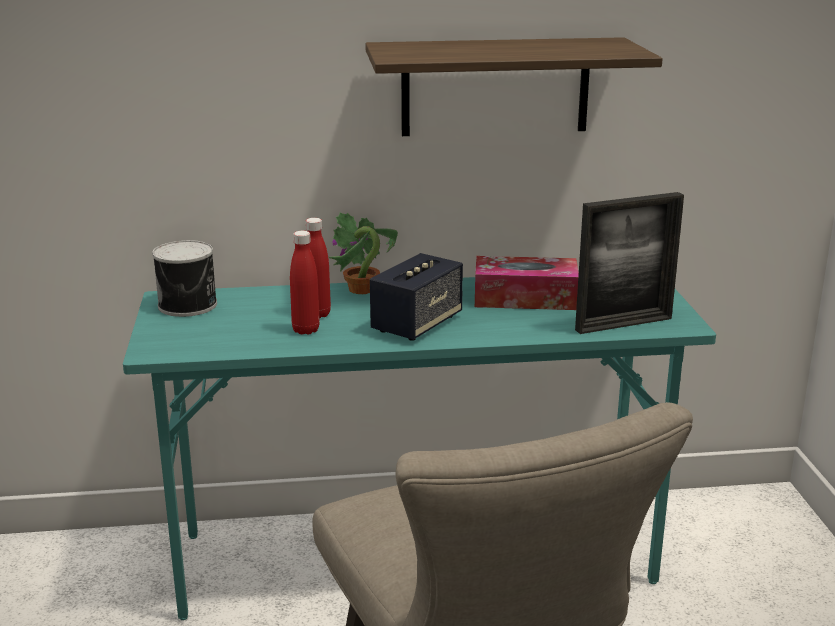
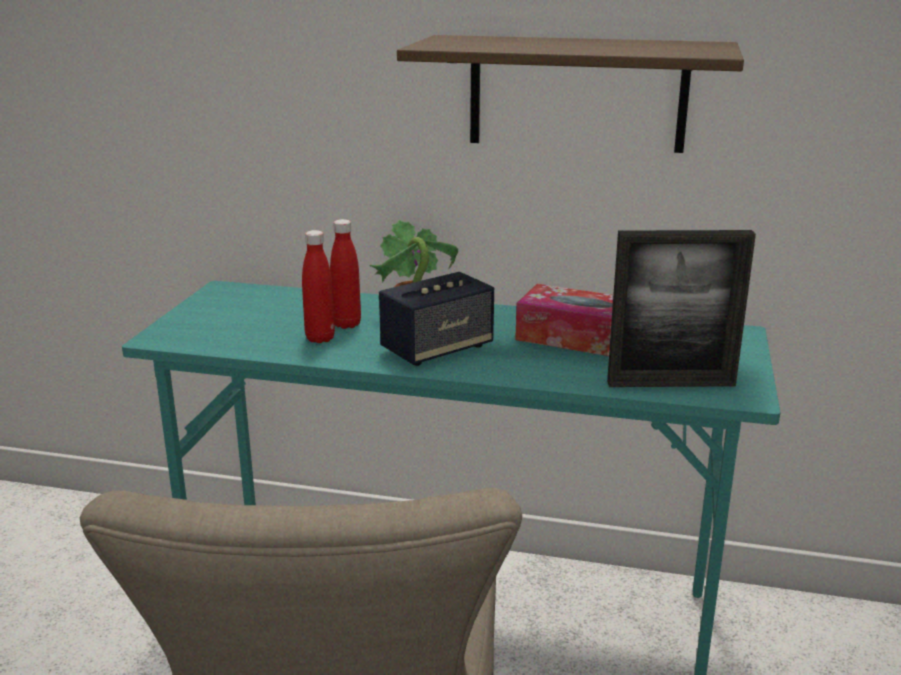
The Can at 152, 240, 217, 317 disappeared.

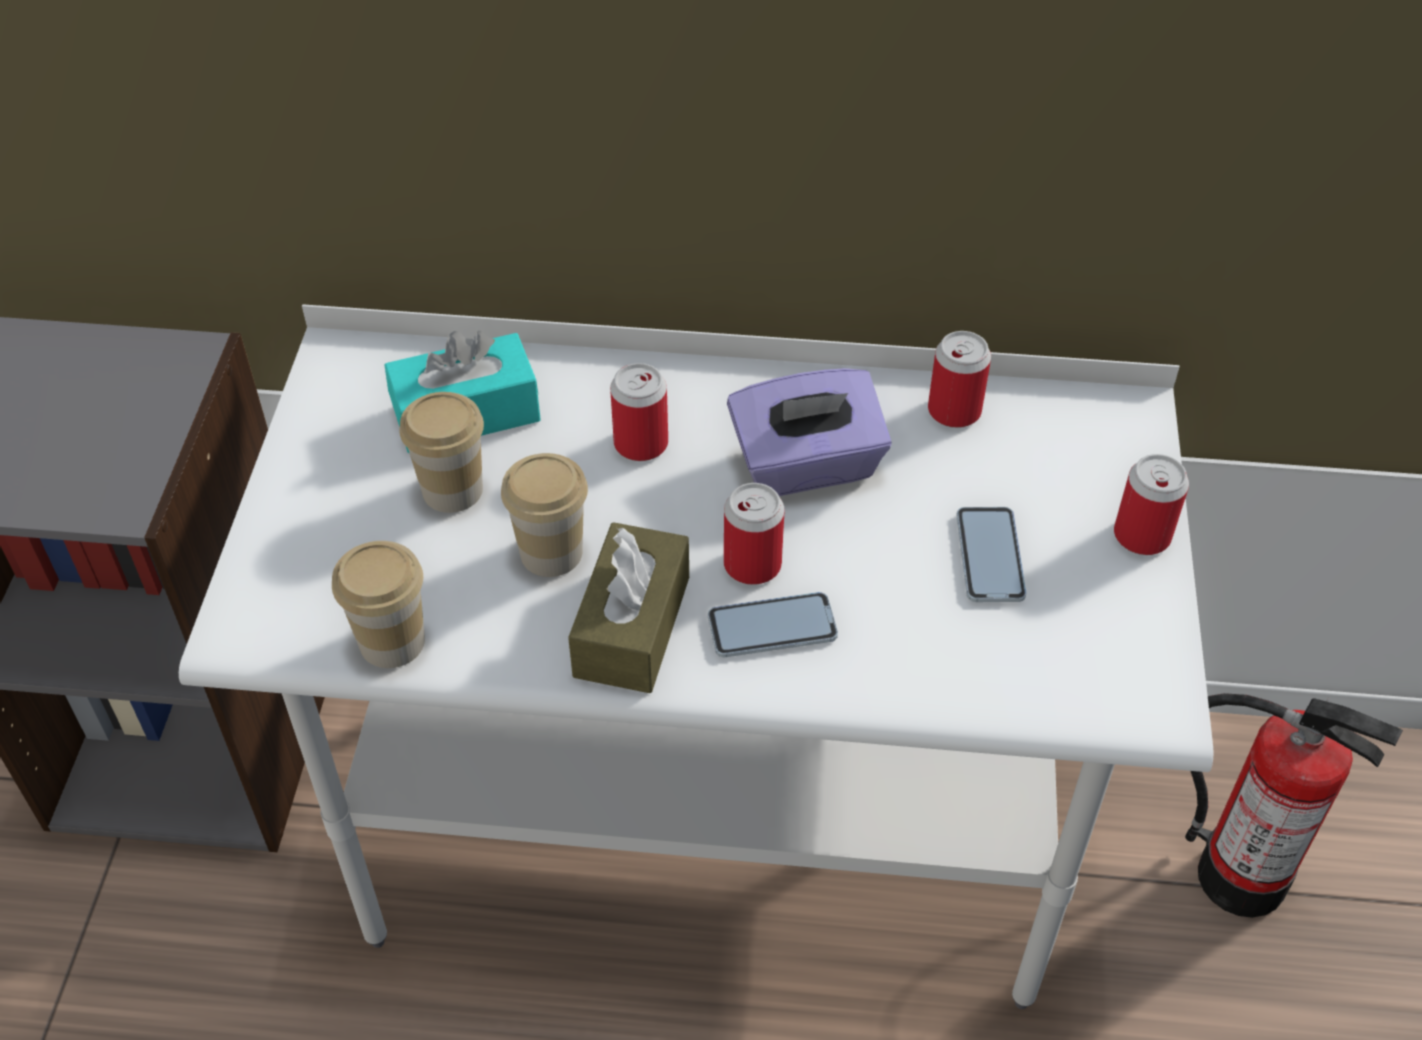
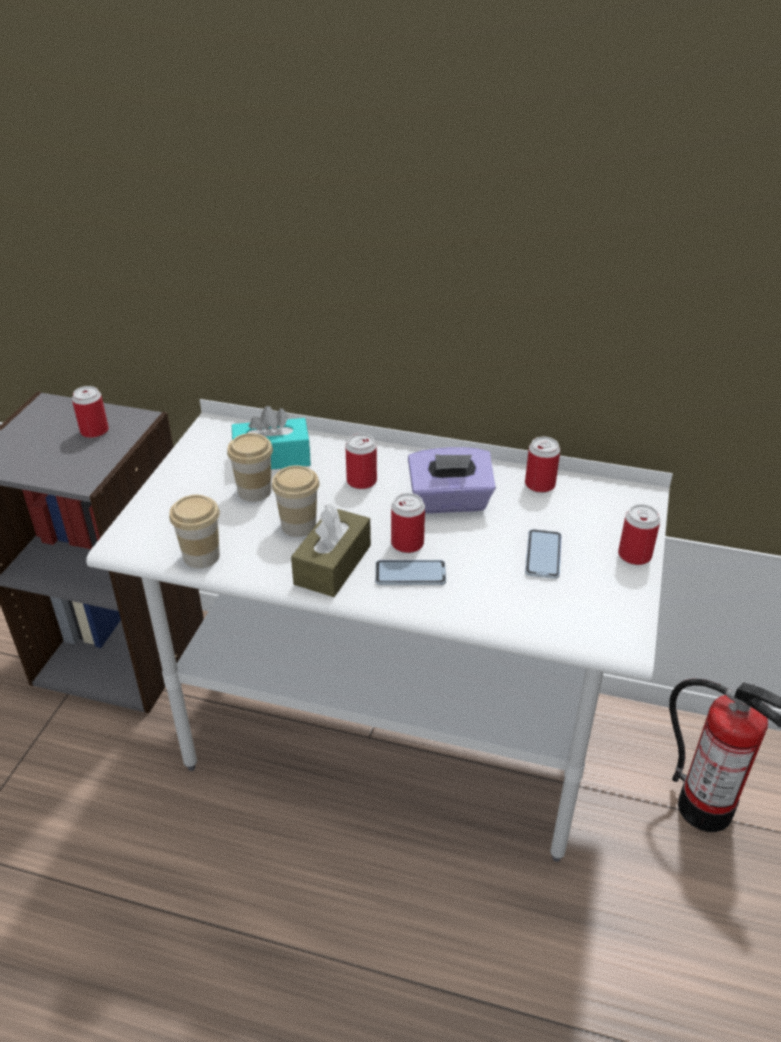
The Can at 72, 386, 109, 438 appeared.

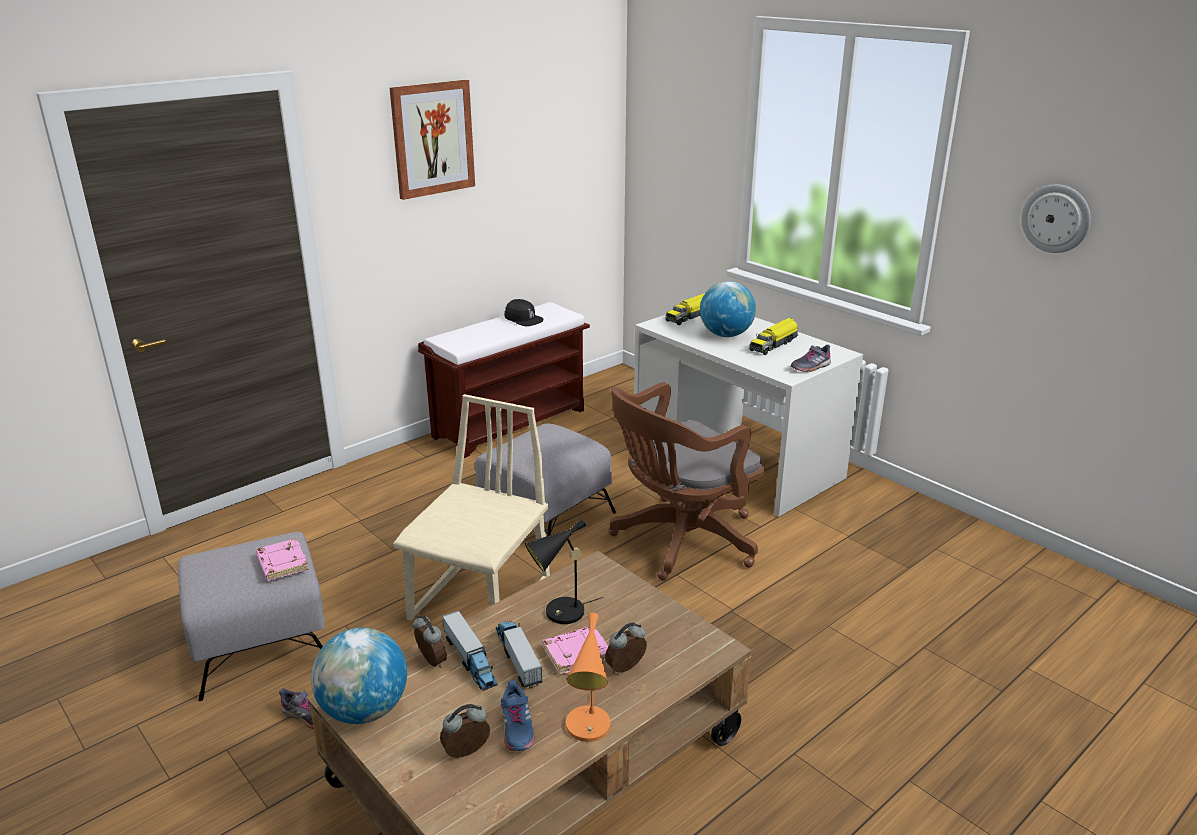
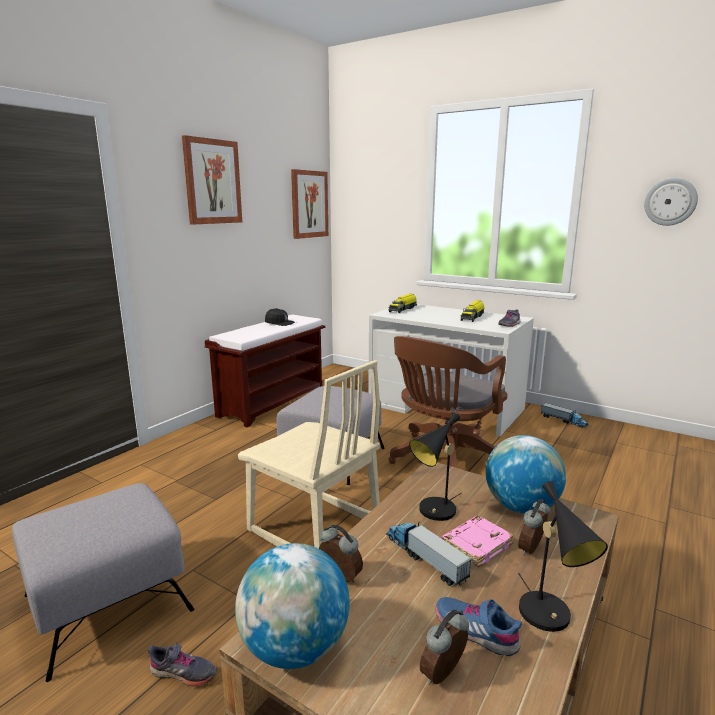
The PinkBook at 256, 538, 309, 580 disappeared.
The Picture at 291, 169, 328, 239 appeared.
The ToyTruck moved from 442, 610, 498, 691 to 541, 403, 588, 428.
The Globe moved from 700, 281, 756, 337 to 486, 435, 566, 514.
The OrangeTableLamp at 566, 613, 610, 742 became the BlackTableLamp at 518, 481, 608, 632.
The BeigeChair at 393, 394, 550, 621 turned 120 degrees clockwise.
The BlueShoe at 501, 680, 535, 751 turned 150 degrees clockwise.

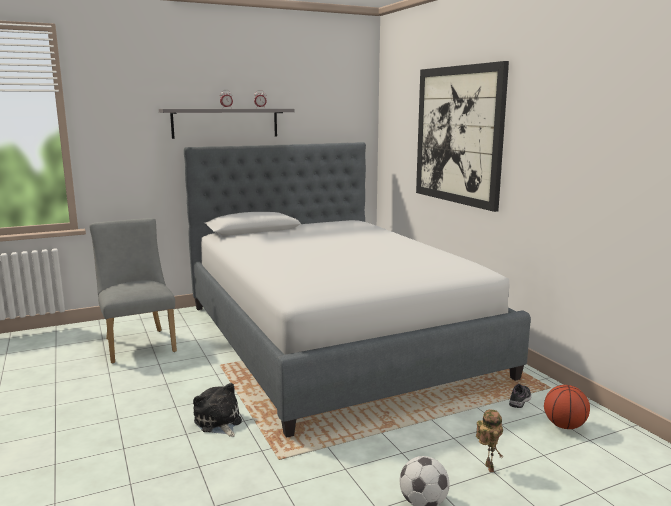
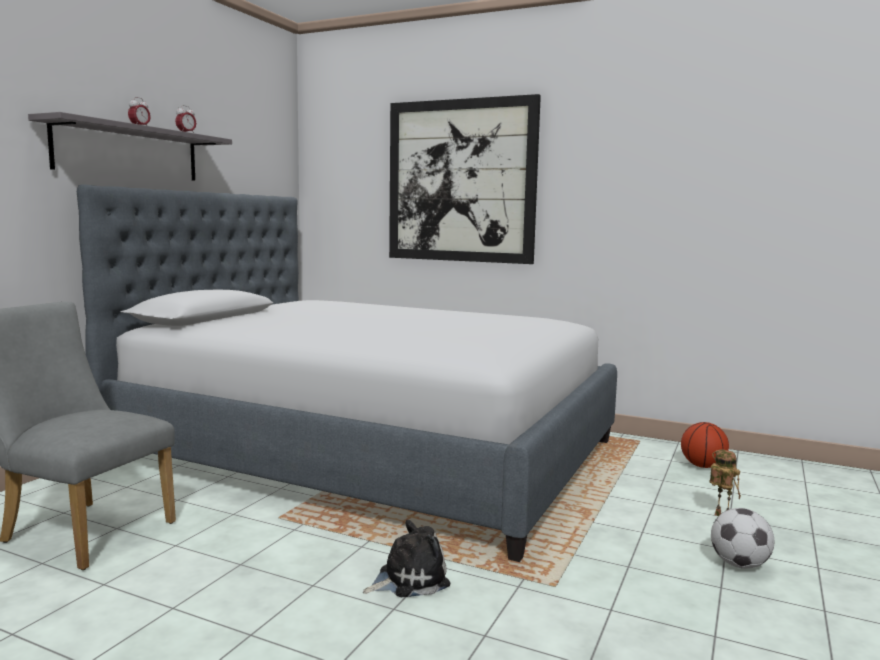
The Shoe at 509, 384, 531, 408 disappeared.
The PlushToy at 193, 383, 242, 437 turned 135 degrees clockwise.

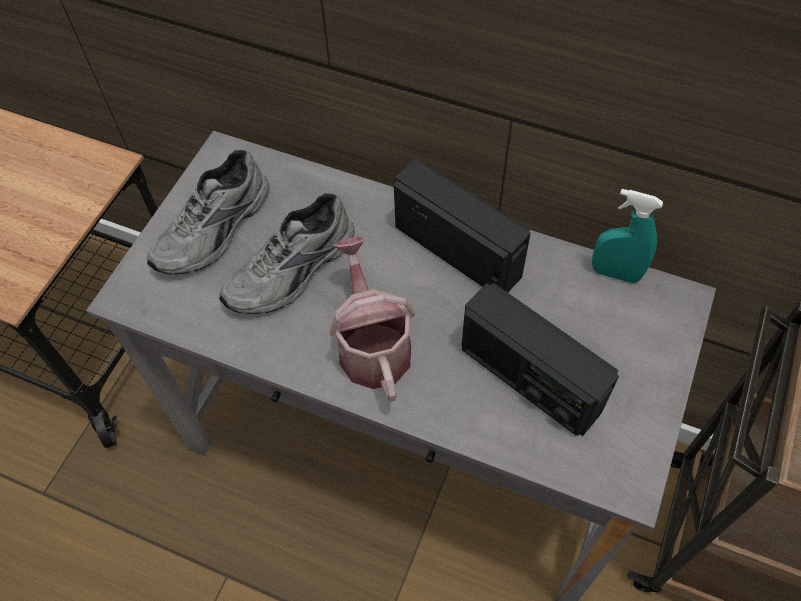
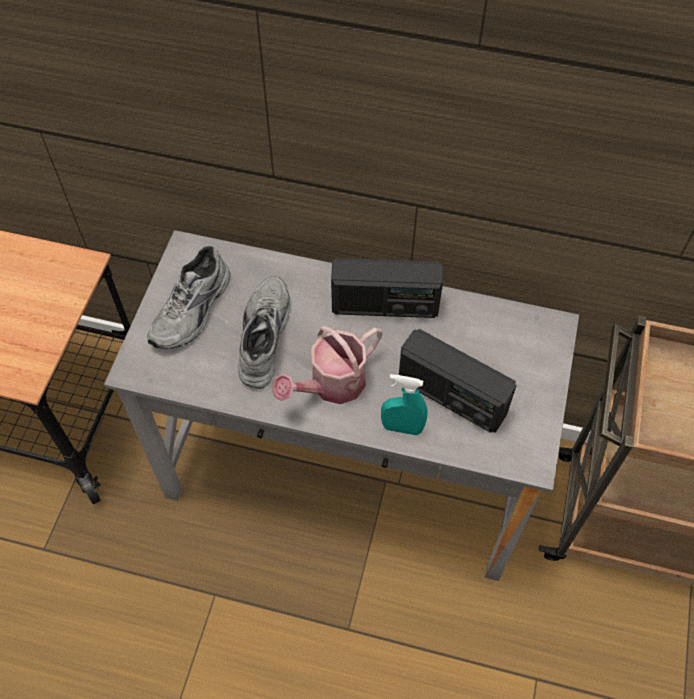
The TurquoiseSprayBottle moved from 592, 189, 663, 283 to 381, 374, 428, 435.
The GreyShoe at 219, 193, 355, 314 turned 150 degrees clockwise.
The WateringCan at 329, 237, 415, 402 turned 105 degrees counterclockwise.
The Radio at 394, 159, 531, 292 turned 150 degrees clockwise.

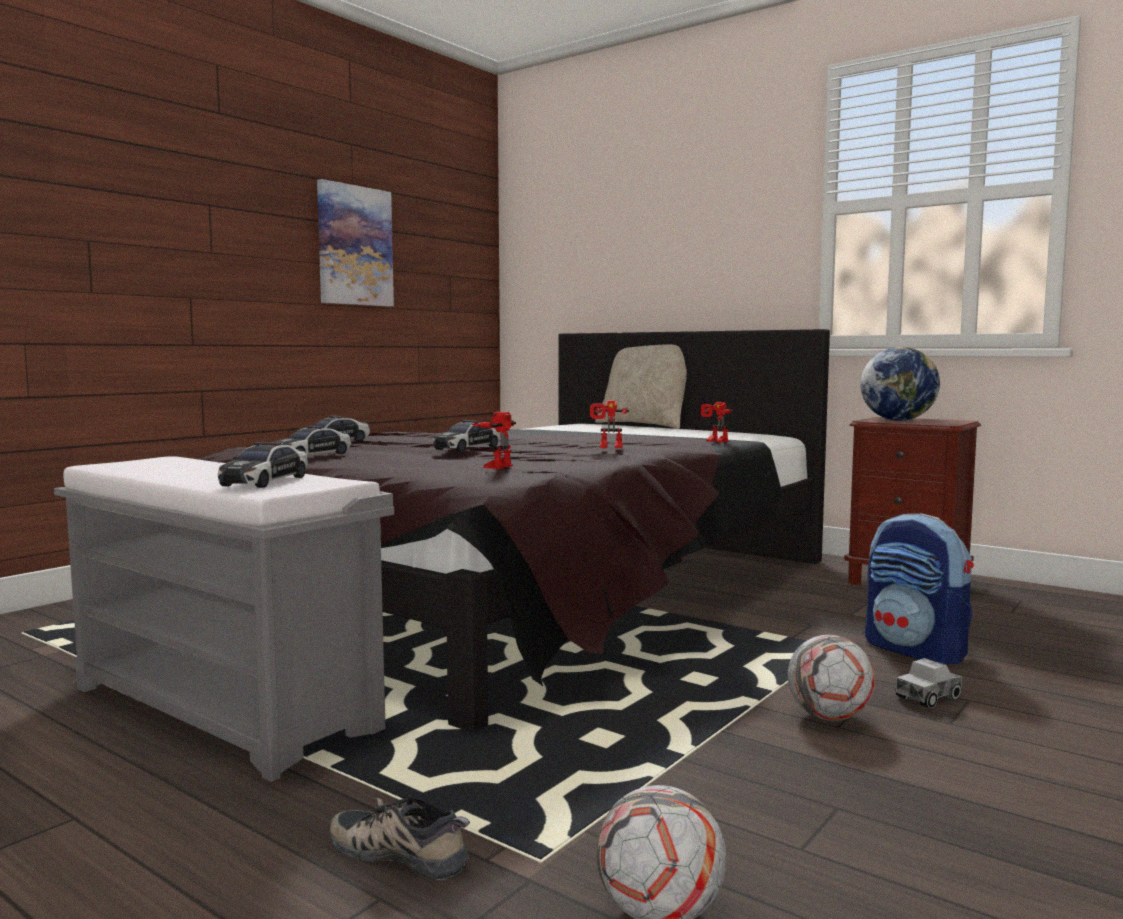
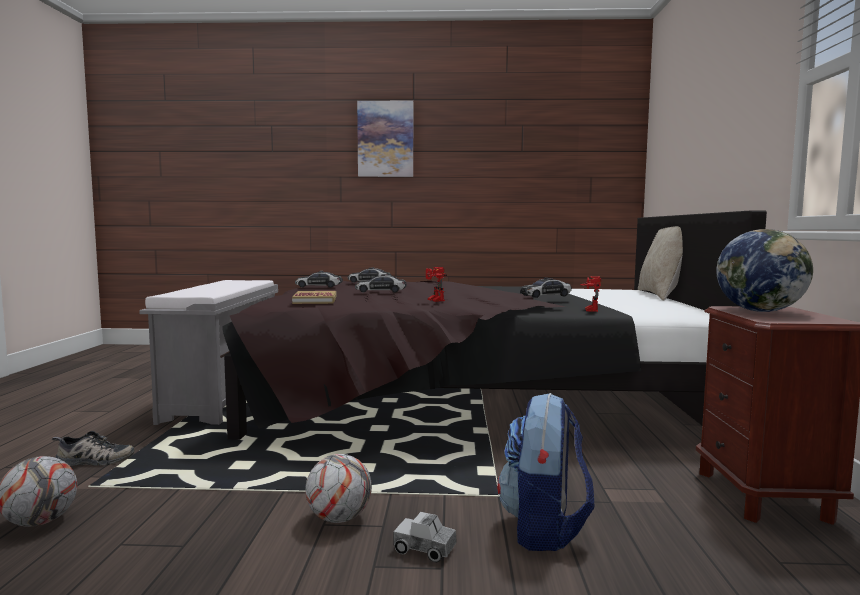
The ToyCar moved from 218, 442, 308, 488 to 520, 278, 572, 298.
The Picture moved from 317, 179, 394, 307 to 357, 101, 413, 177.
The ToyRobot at 472, 412, 516, 469 was replaced by the Book at 292, 291, 337, 304.
The Shoe at 330, 796, 470, 880 turned 90 degrees clockwise.

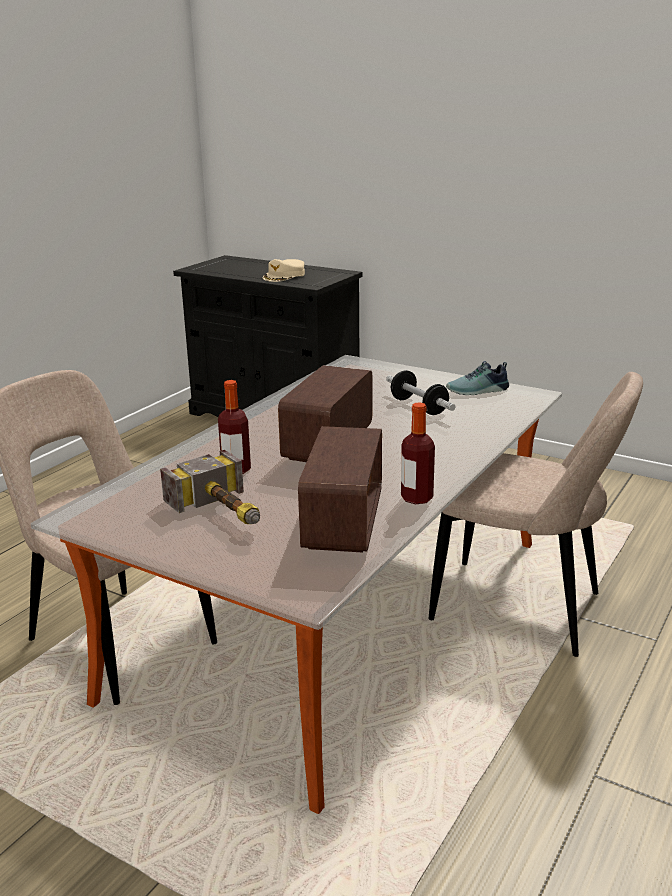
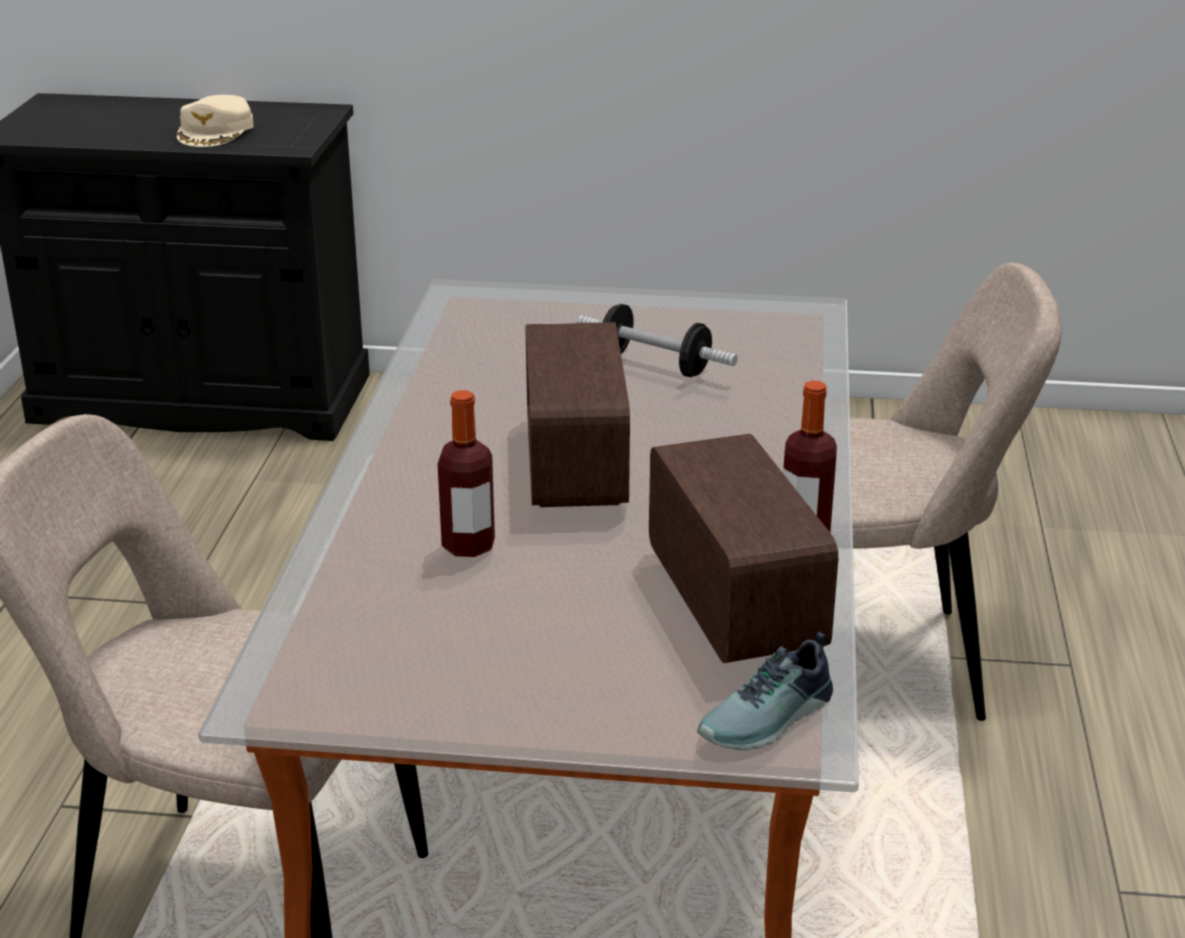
The Hammer at 160, 450, 260, 524 disappeared.
The Shoe moved from 446, 361, 509, 395 to 697, 632, 833, 751.

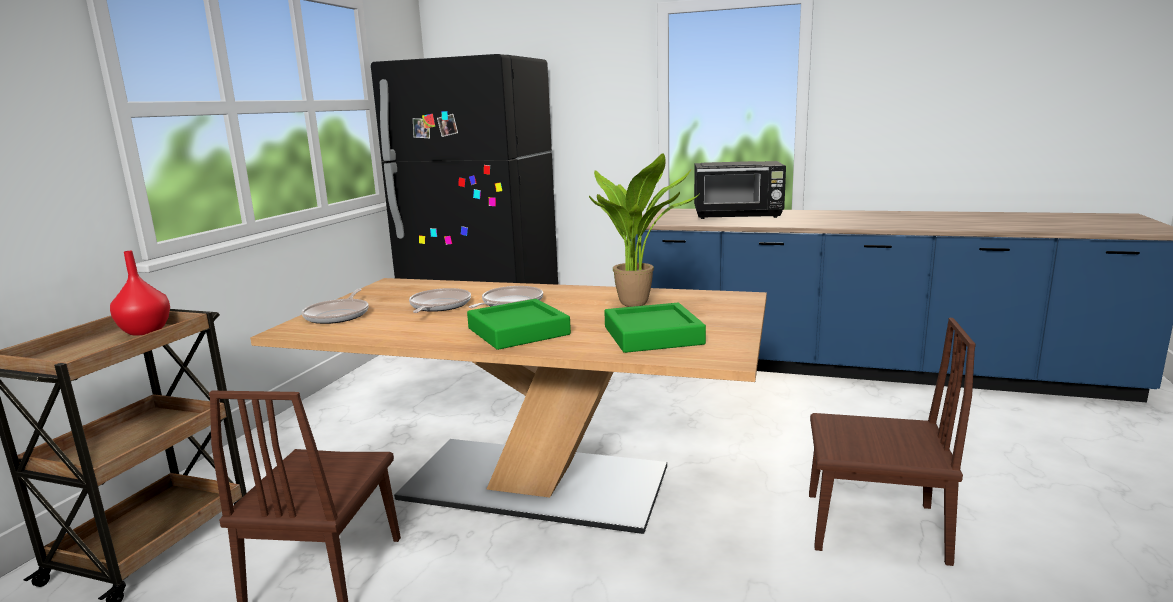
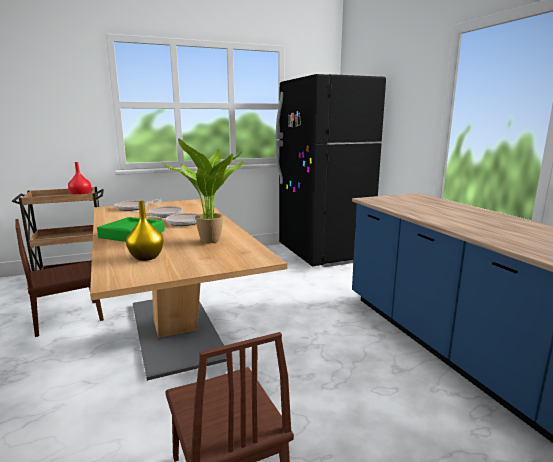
The BlackMicrowave at 694, 161, 786, 219 disappeared.
The GreenTray at 604, 303, 706, 353 was replaced by the YellowVase at 126, 201, 164, 261.

